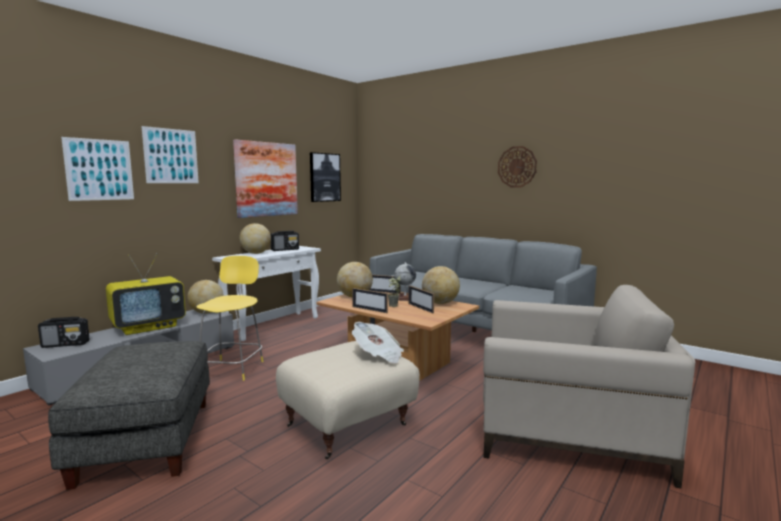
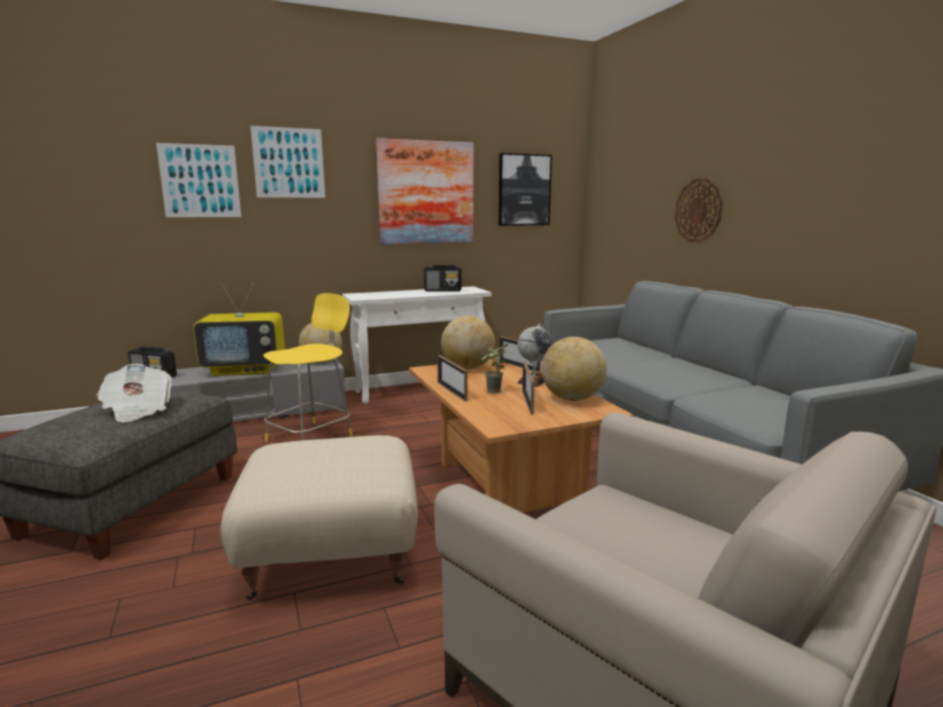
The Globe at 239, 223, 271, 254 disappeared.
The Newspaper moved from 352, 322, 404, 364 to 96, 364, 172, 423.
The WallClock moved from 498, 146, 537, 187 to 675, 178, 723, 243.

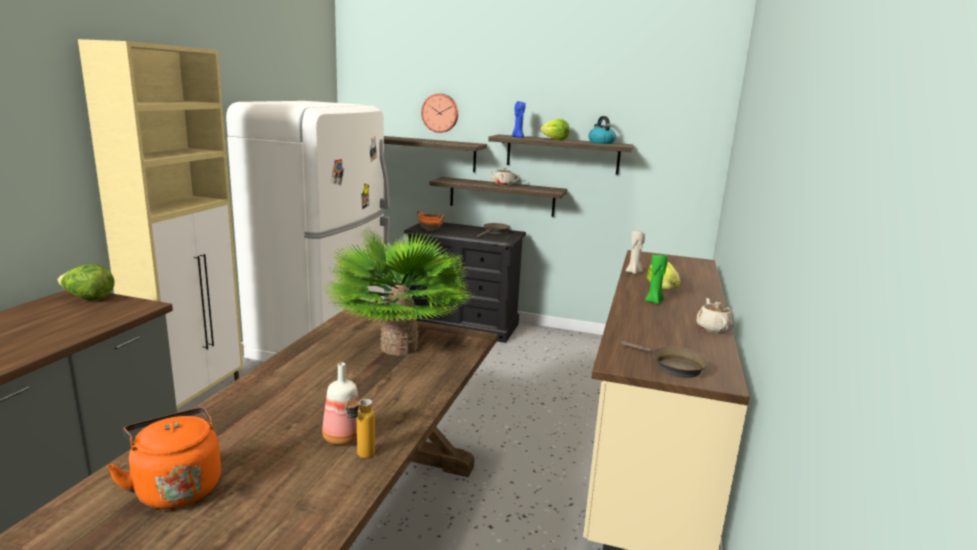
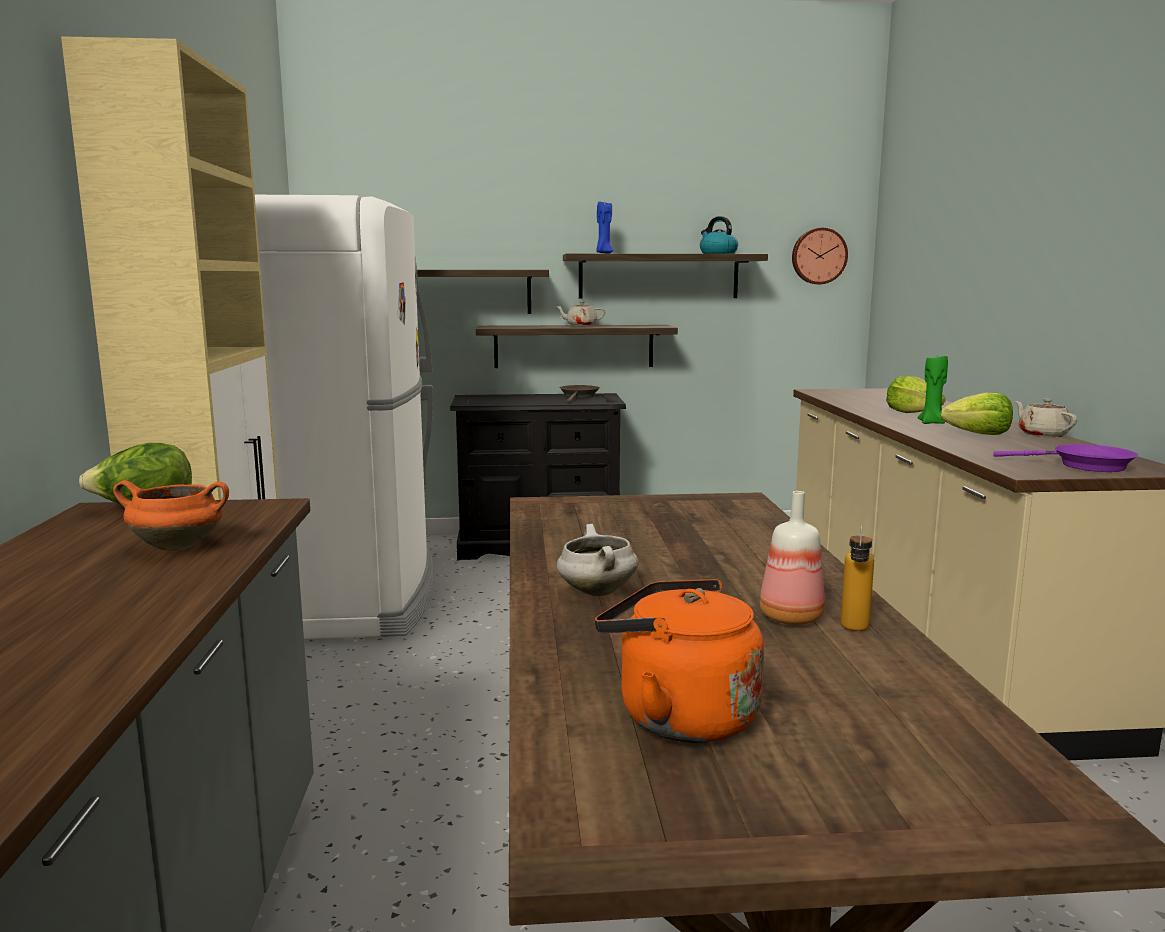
The PottedPlant at 324, 228, 474, 356 disappeared.
The BeigeCandle at 626, 231, 645, 274 disappeared.
The WhiteCookingPot at 557, 524, 638, 596 appeared.
The OrangeCookingPot moved from 417, 211, 445, 231 to 113, 480, 229, 551.
The WallClock moved from 421, 93, 458, 133 to 792, 228, 848, 284.
The Lettuce moved from 540, 119, 570, 140 to 940, 392, 1013, 435.
The BrownFryingPan at 621, 341, 709, 378 became the PurpleFryingPan at 993, 444, 1138, 472.

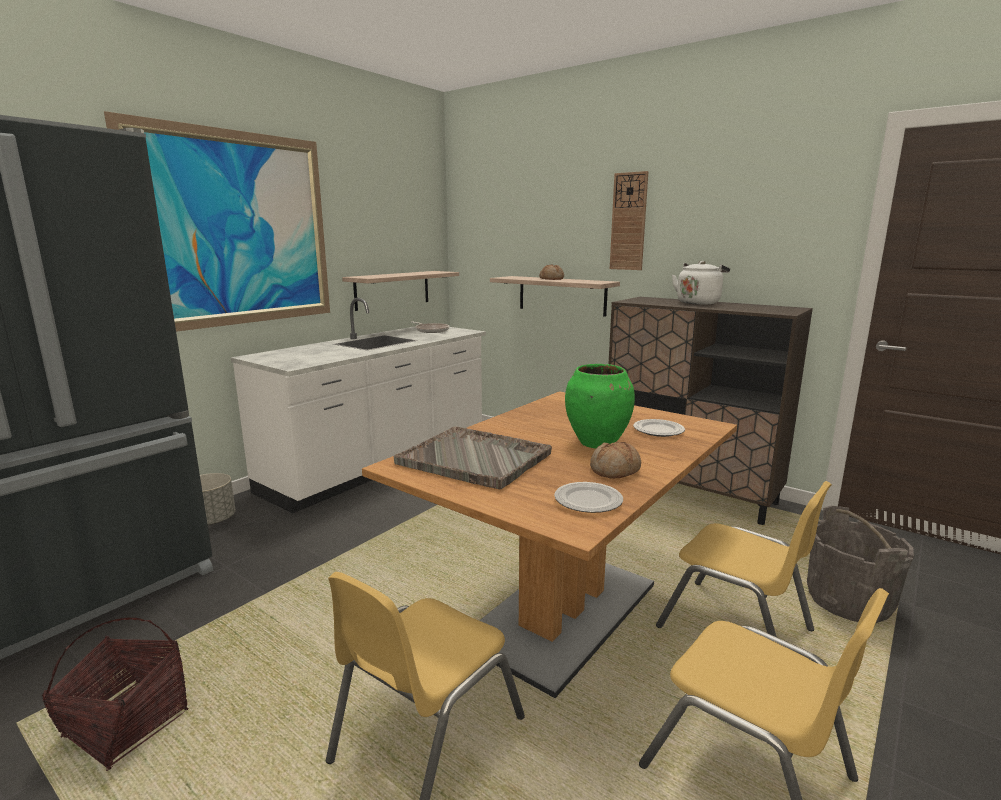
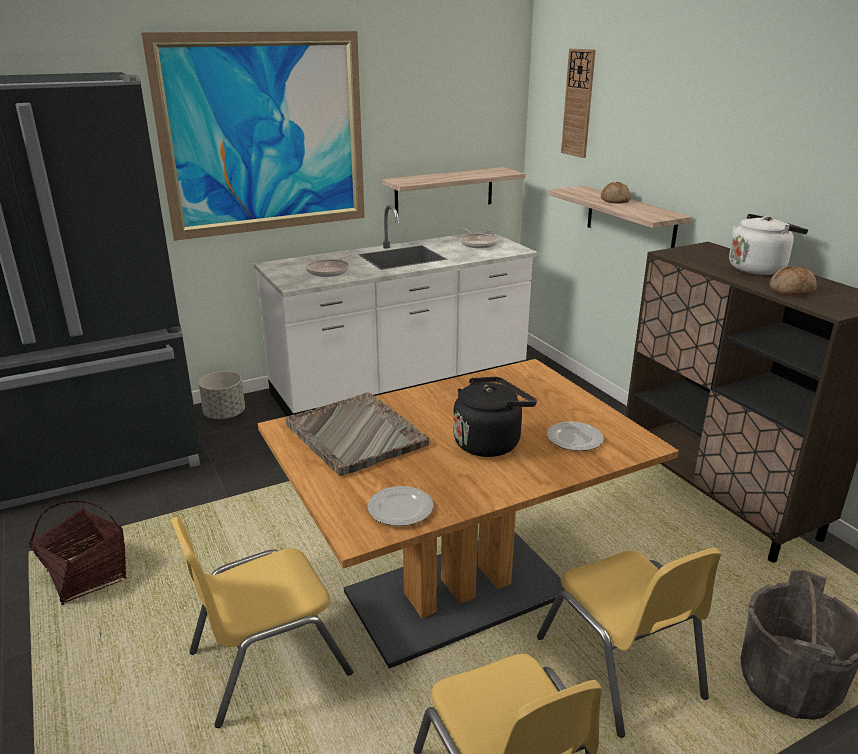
The FryingPan at 306, 253, 353, 277 appeared.
The Bread moved from 590, 442, 641, 479 to 769, 266, 817, 295.
The WallClock moved from 610, 171, 648, 270 to 561, 49, 596, 158.
The GreenVase at 565, 364, 635, 449 was replaced by the BlackKettle at 453, 377, 537, 457.

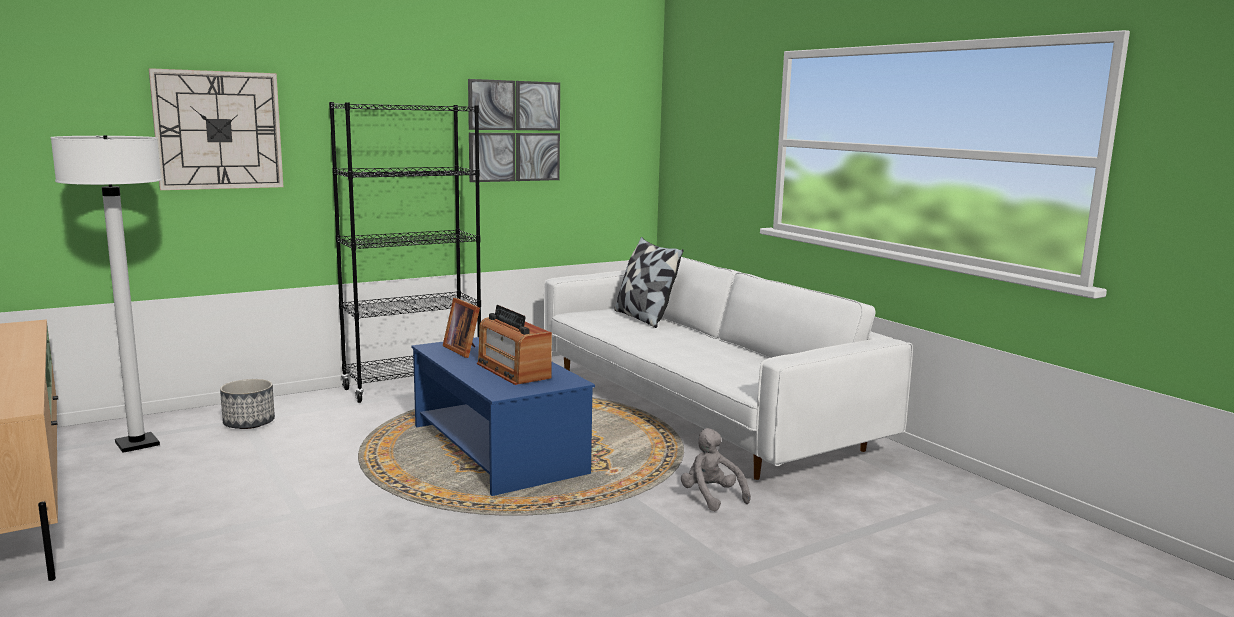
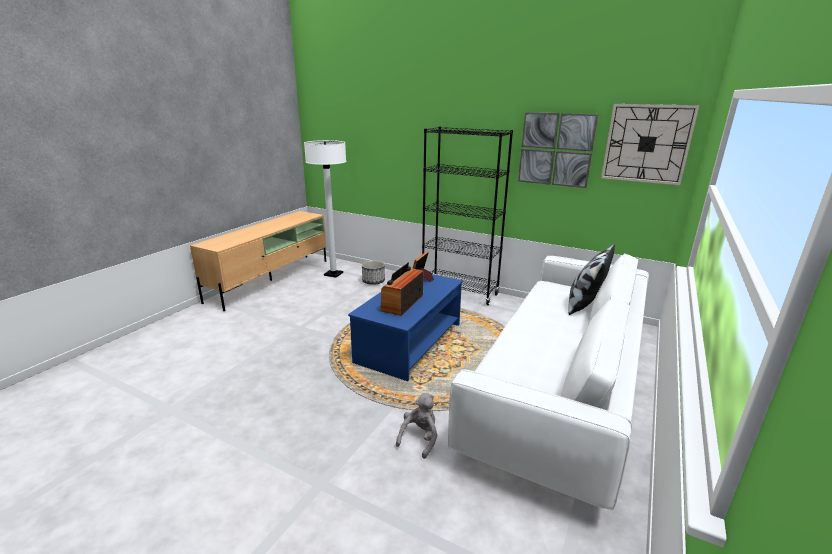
The WallClock moved from 149, 68, 283, 190 to 601, 104, 700, 185.

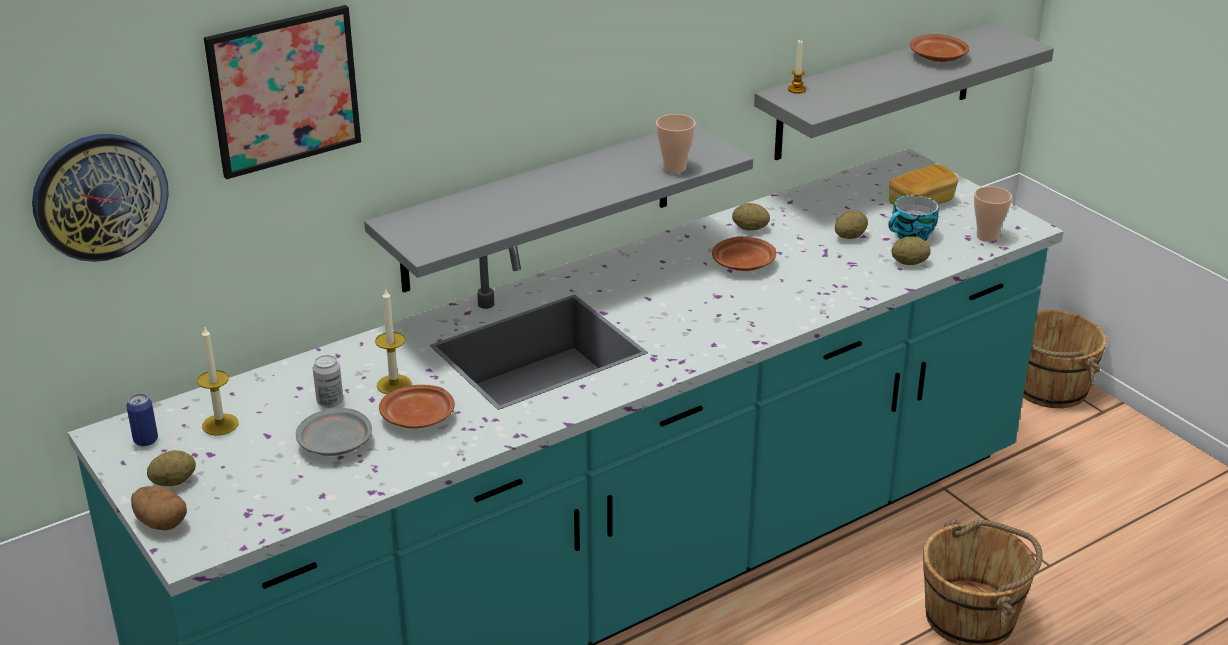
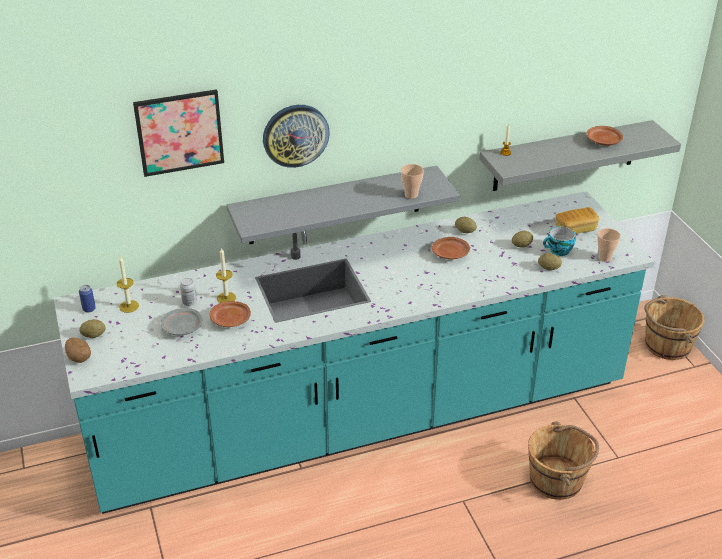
The WallClock moved from 32, 134, 169, 262 to 263, 105, 330, 168.

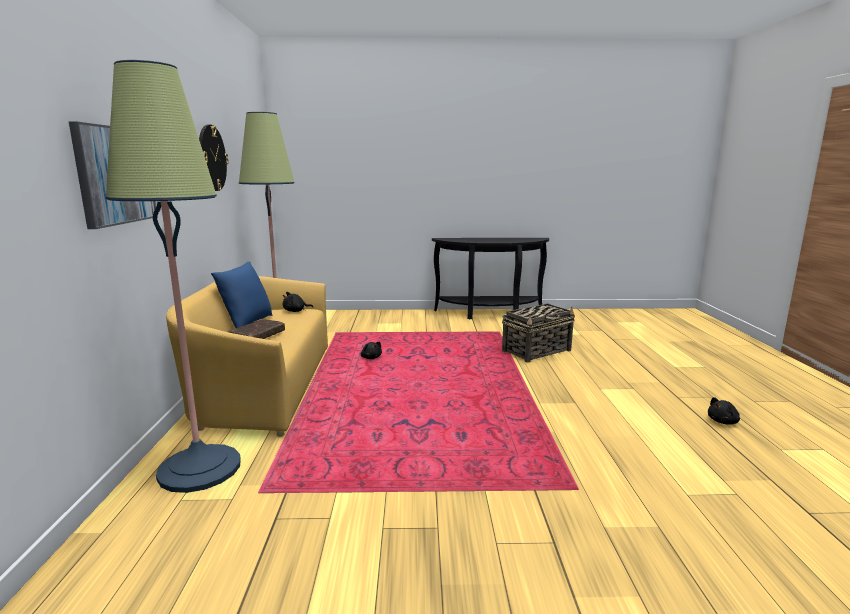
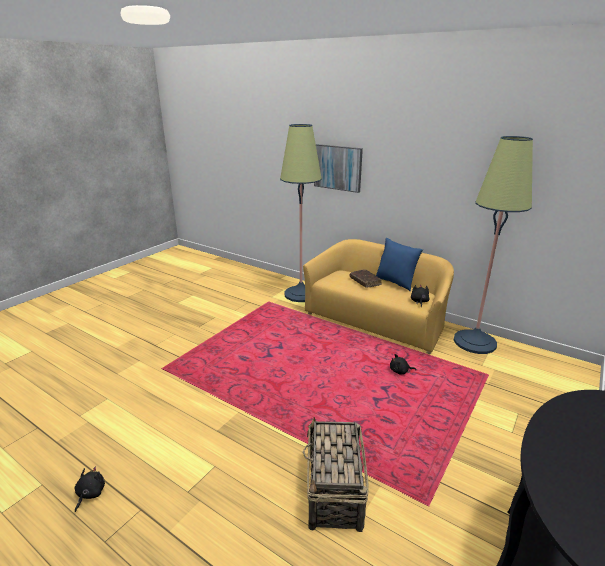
The WallClock at 199, 125, 229, 191 disappeared.

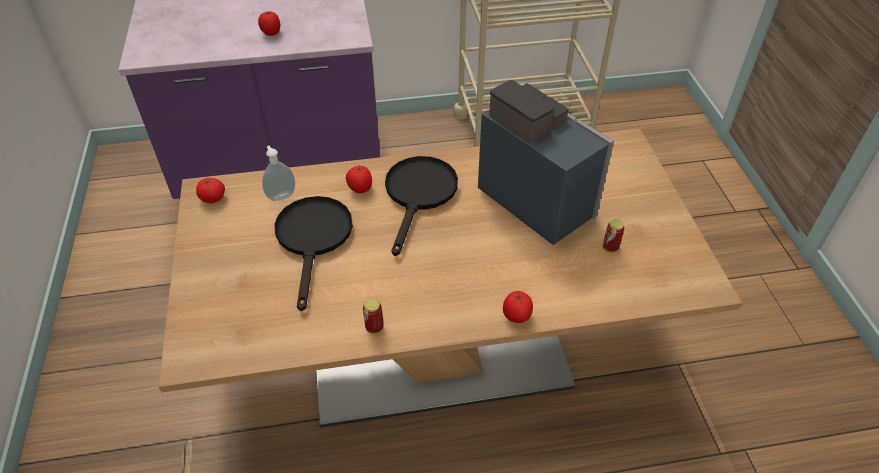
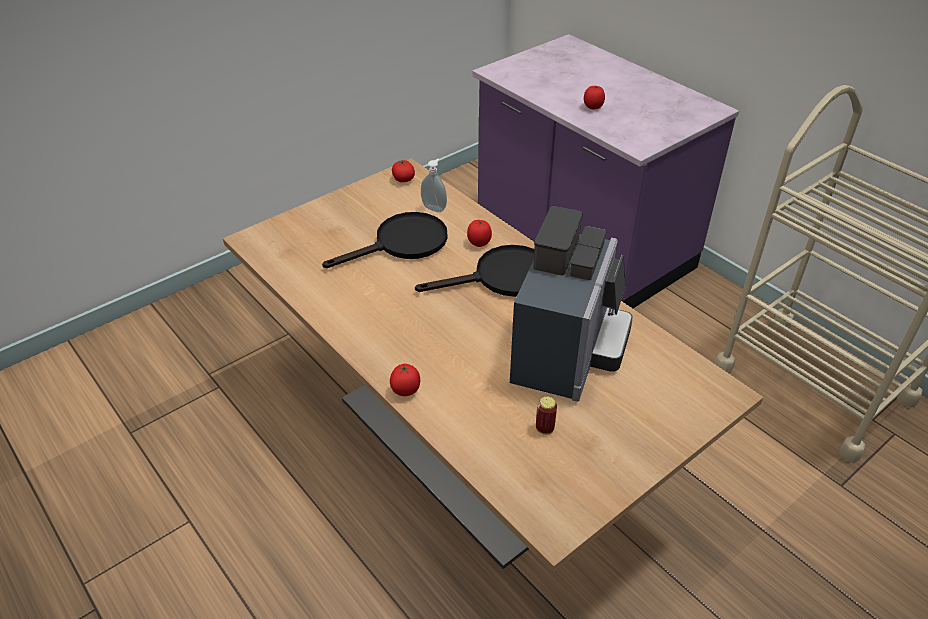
The Can at 363, 299, 383, 334 disappeared.

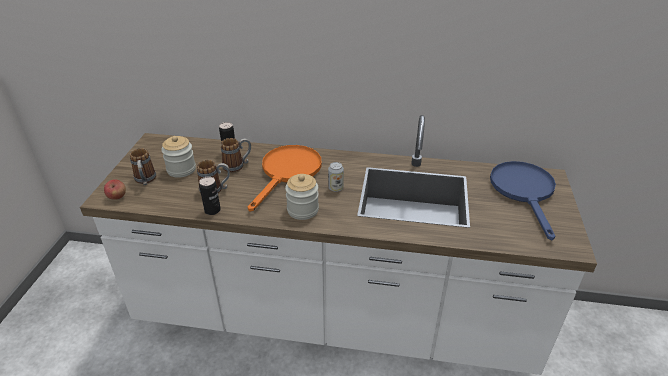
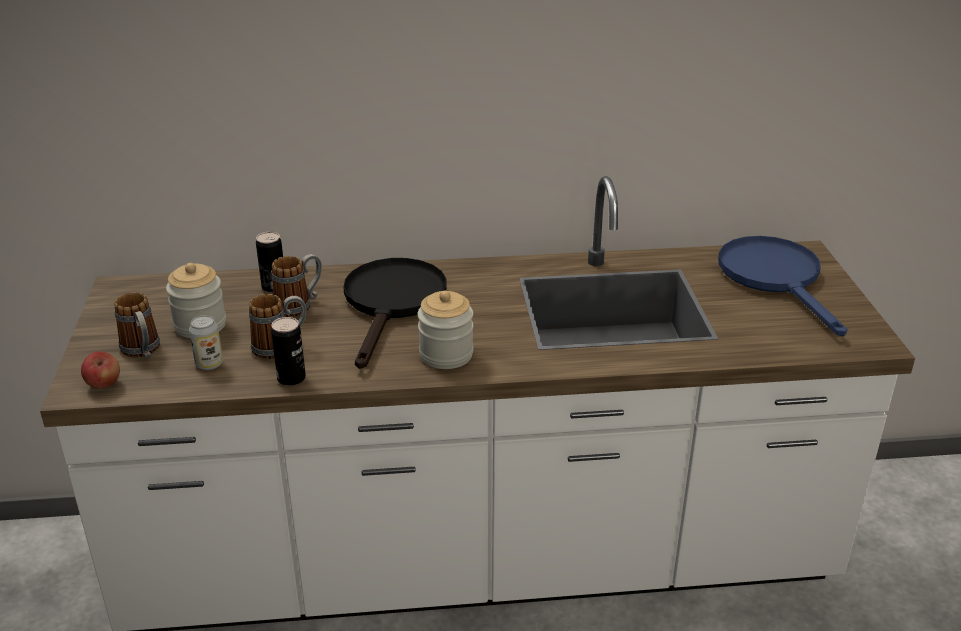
The Can moved from 328, 162, 344, 192 to 189, 315, 223, 370.
The OrangeFryingPan at 248, 145, 322, 212 became the BlackFryingPan at 343, 258, 447, 369.

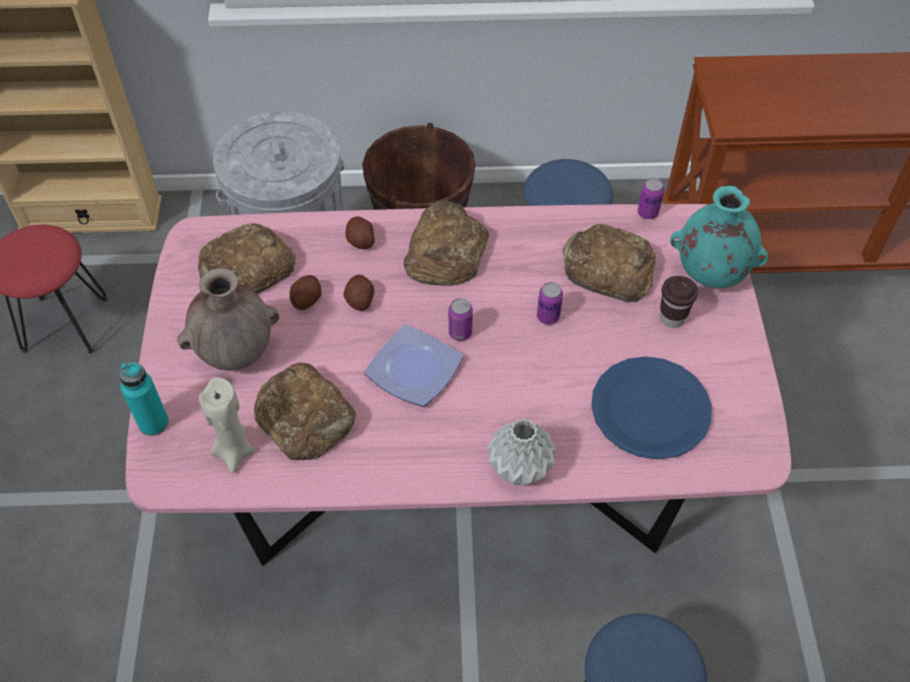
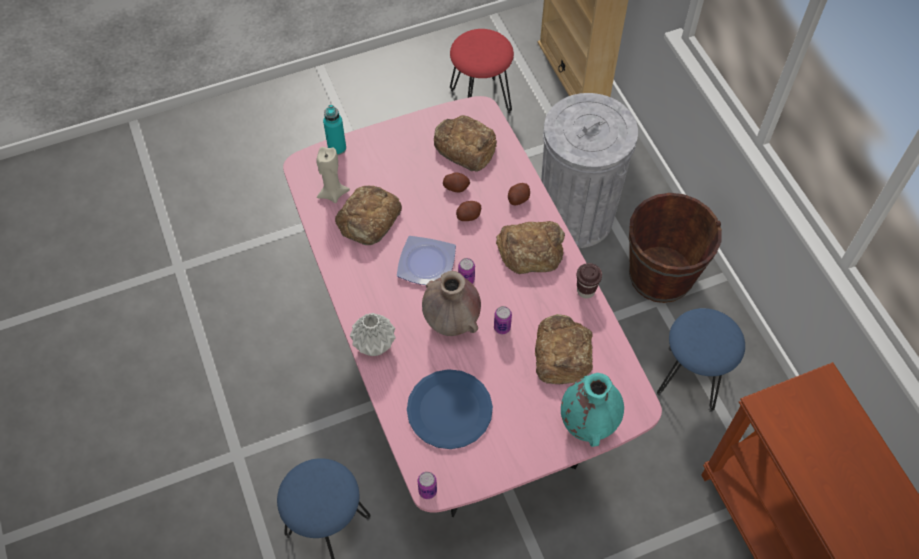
The BrownVase moved from 177, 268, 279, 371 to 422, 271, 481, 336.
The Can moved from 637, 178, 664, 219 to 418, 472, 437, 499.
The BrownCup moved from 660, 276, 698, 328 to 576, 263, 602, 298.

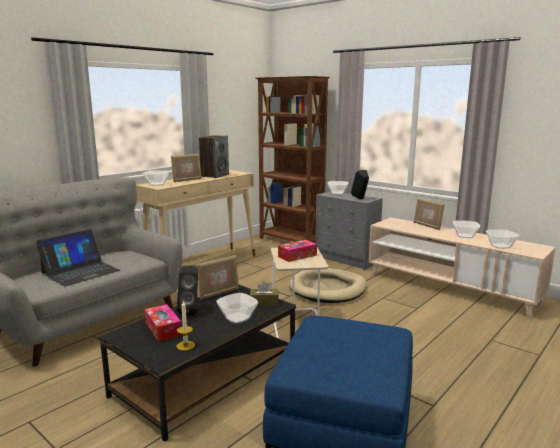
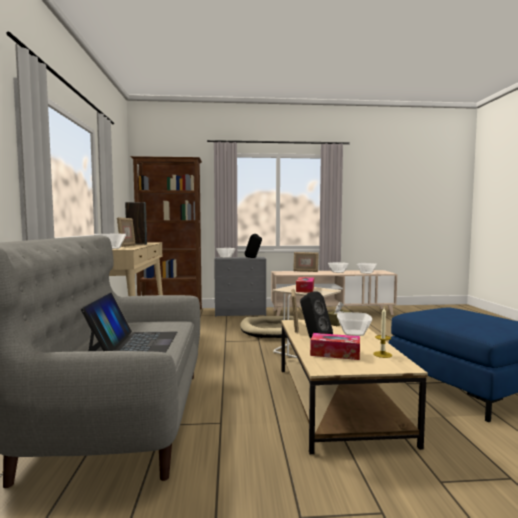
The BlackCoffeeTable at 99, 284, 296, 442 became the BeigeCoffeeTable at 281, 320, 428, 454.

